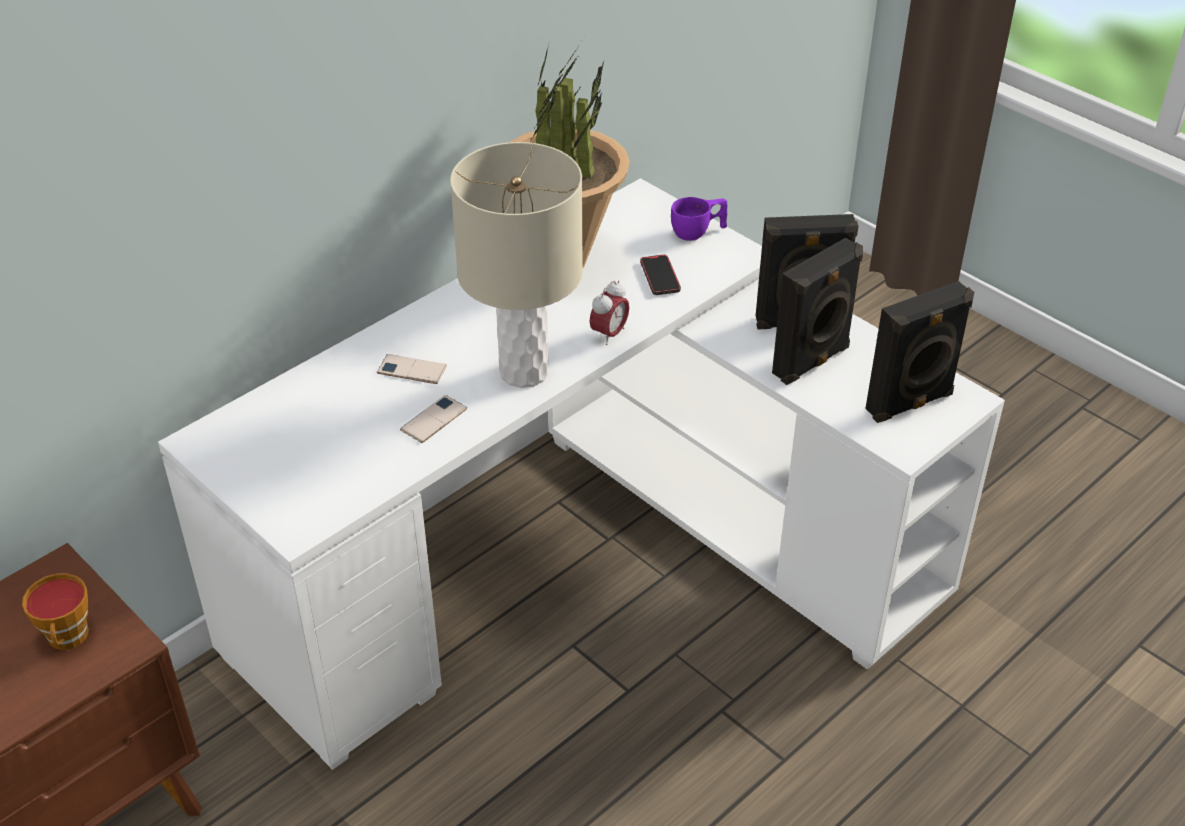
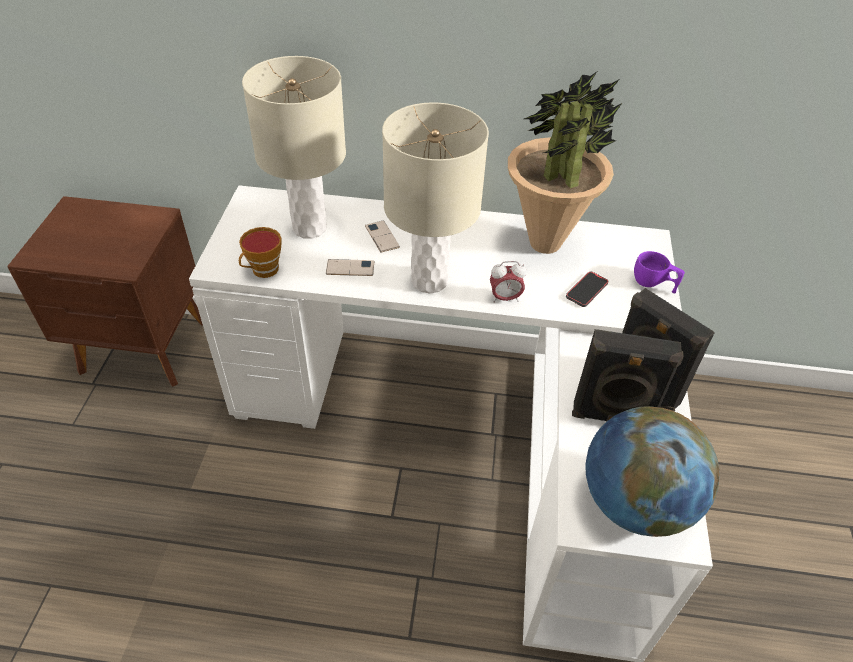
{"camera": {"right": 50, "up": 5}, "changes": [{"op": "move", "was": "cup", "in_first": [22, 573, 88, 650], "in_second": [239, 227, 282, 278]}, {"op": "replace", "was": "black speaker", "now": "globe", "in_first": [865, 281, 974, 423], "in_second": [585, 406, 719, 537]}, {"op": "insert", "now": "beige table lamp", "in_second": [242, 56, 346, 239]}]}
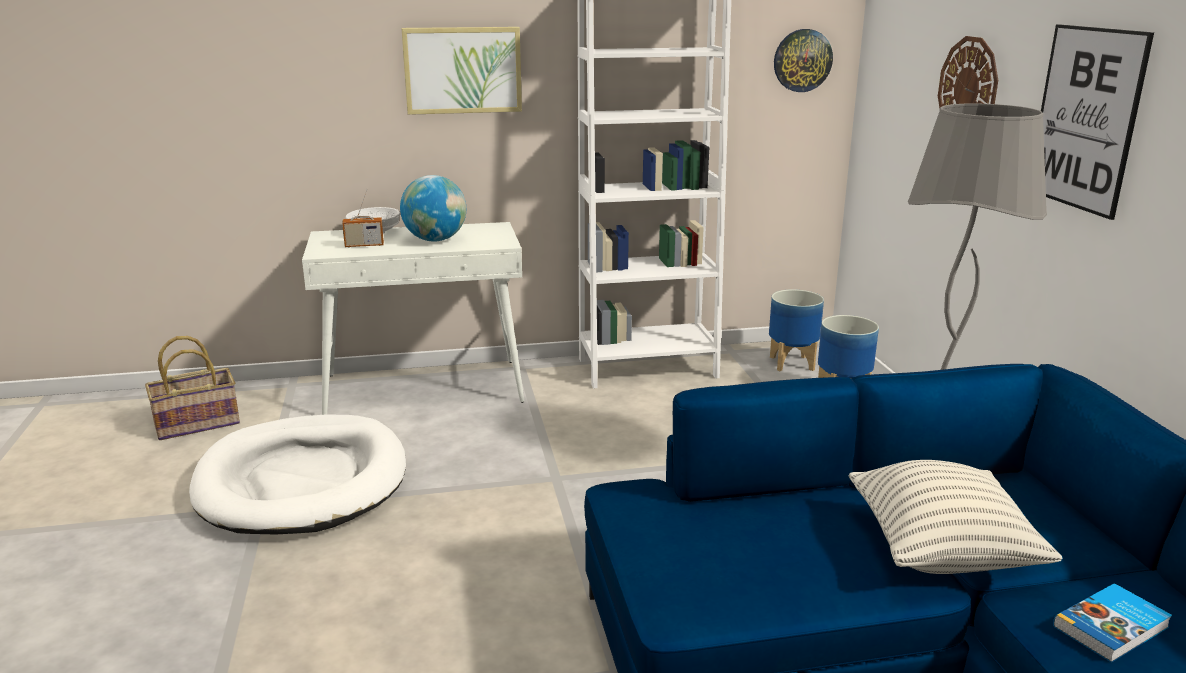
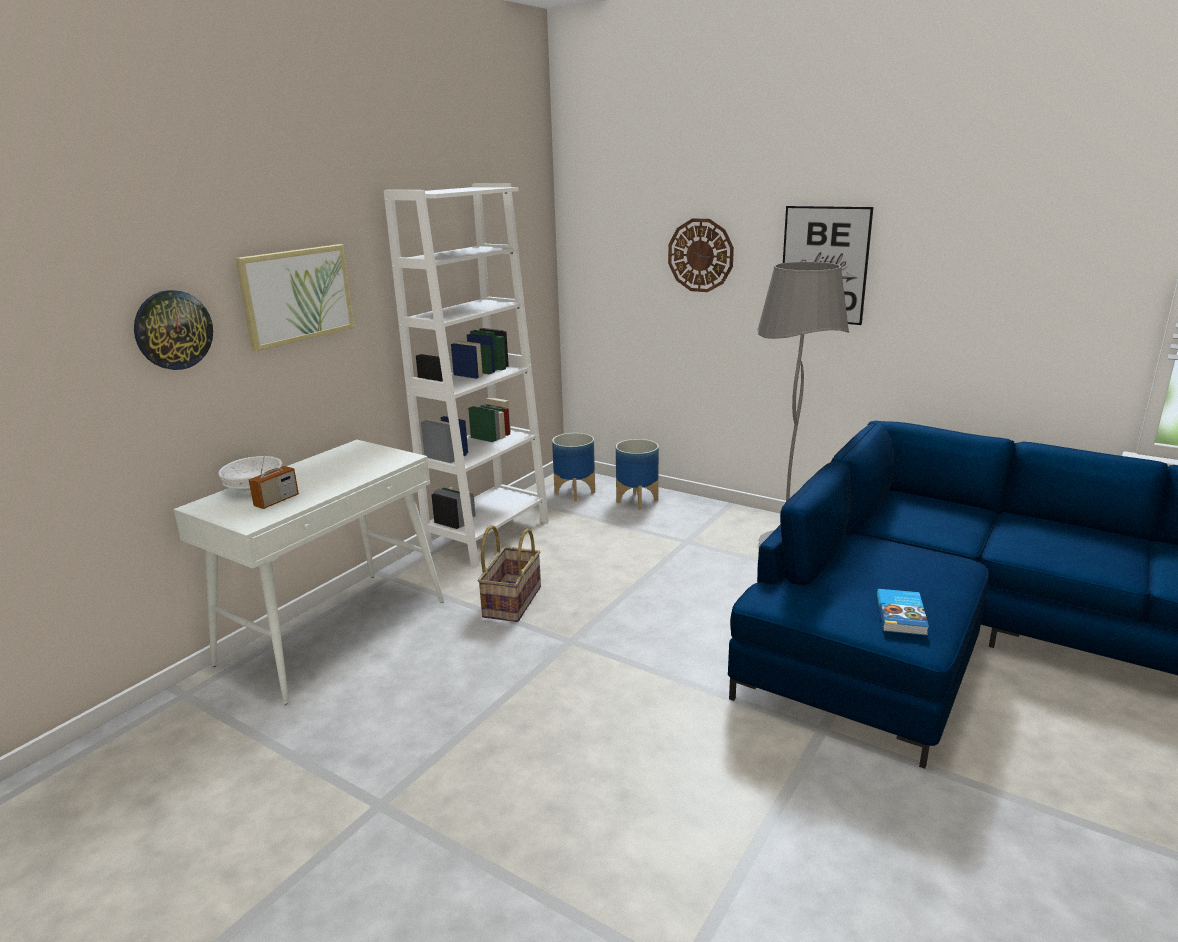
{"camera": {"right": -45, "up": 0}, "changes": [{"op": "move", "was": "basket", "in_first": [145, 336, 240, 440], "in_second": [478, 525, 541, 622]}, {"op": "delete", "was": "white dog bed", "in_first": [189, 414, 406, 535]}, {"op": "delete", "was": "globe", "in_first": [400, 175, 466, 242]}, {"op": "move", "was": "wall clock", "in_first": [774, 29, 833, 92], "in_second": [134, 290, 213, 370]}, {"op": "delete", "was": "pillow", "in_first": [848, 460, 1063, 574]}, {"op": "move", "was": "book", "in_first": [1053, 583, 1172, 663], "in_second": [877, 589, 929, 636]}]}
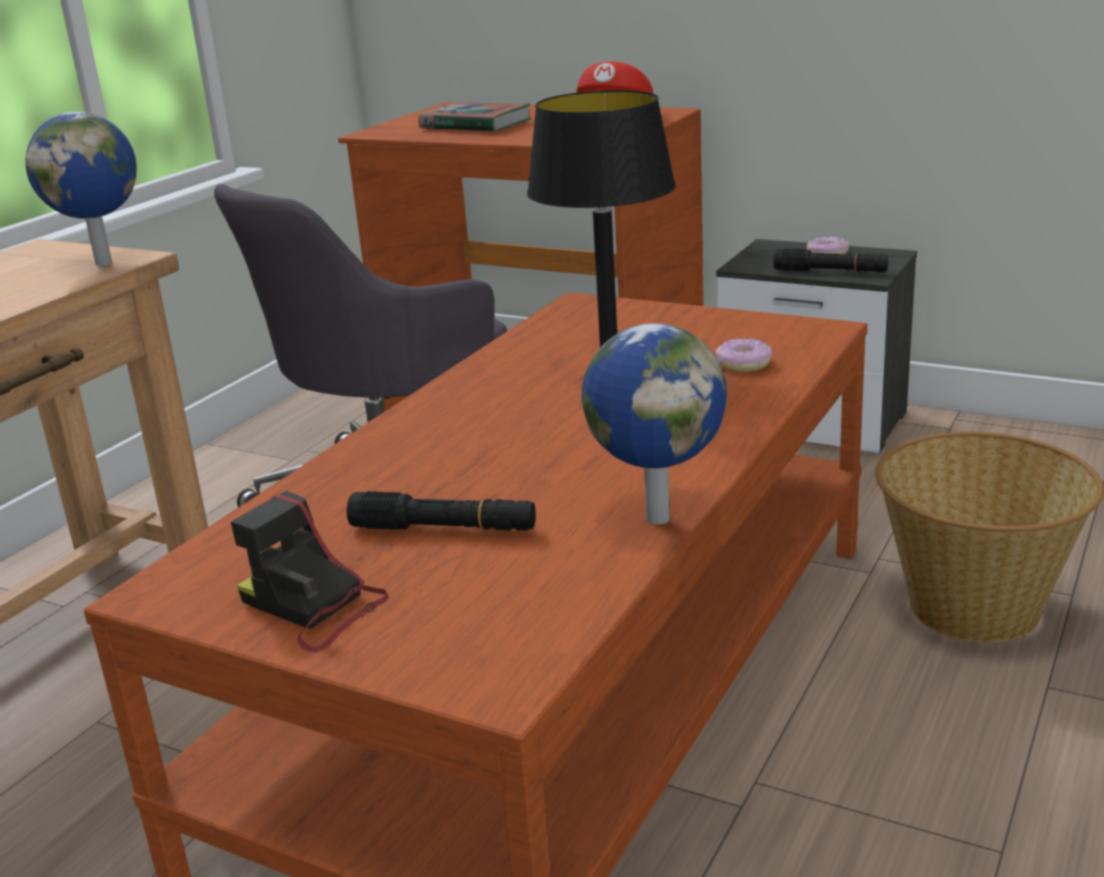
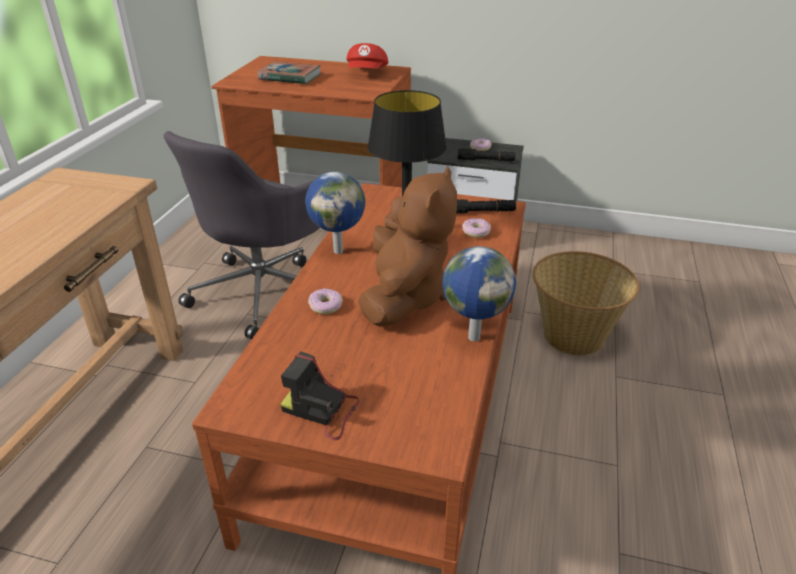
{"camera": {"right": -15, "up": 10}, "changes": [{"op": "move", "was": "globe", "in_first": [26, 112, 137, 266], "in_second": [305, 172, 365, 254]}, {"op": "move", "was": "black flashlight", "in_first": [347, 491, 536, 531], "in_second": [456, 199, 516, 214]}, {"op": "insert", "now": "donut", "in_second": [308, 288, 343, 314]}, {"op": "insert", "now": "brown plush toy", "in_second": [358, 166, 457, 327]}]}
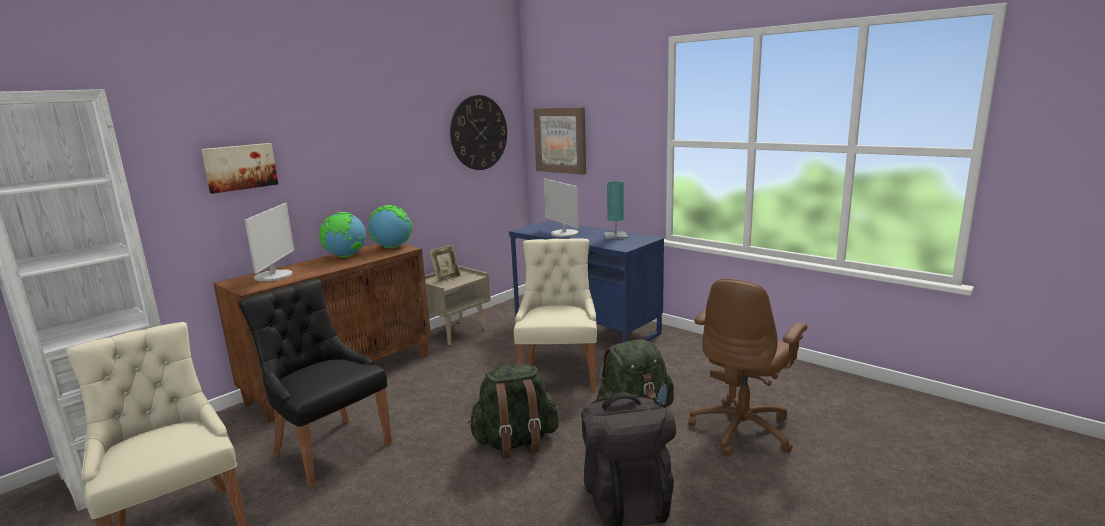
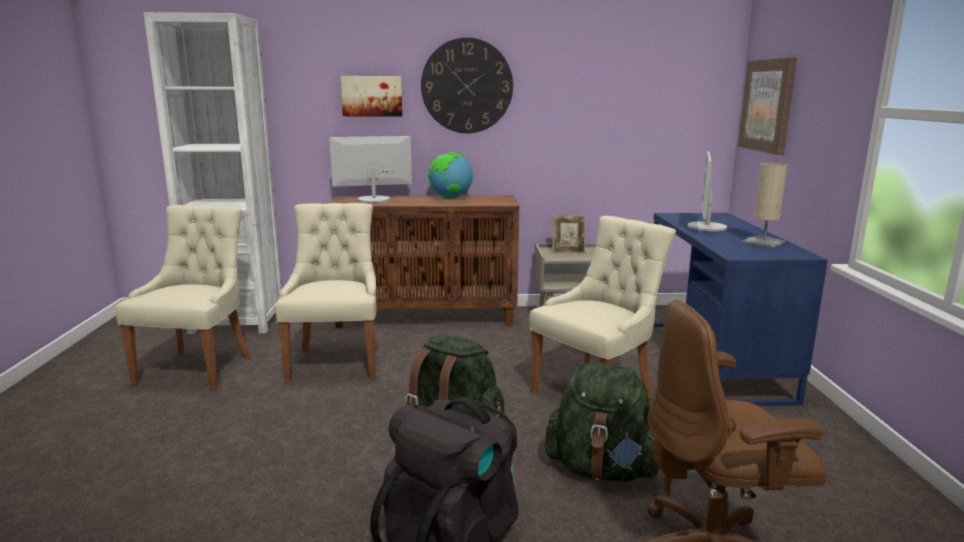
{"camera": {"right": 45, "up": 0}, "changes": [{"op": "recolor", "was": "black chair", "now": "beige chair", "in_first": [238, 279, 392, 487], "in_second": [275, 203, 379, 382]}, {"op": "rotate", "was": "monitor", "in_first": [245, 203, 294, 282], "in_second": [329, 136, 412, 203], "clockwise": -150}, {"op": "delete", "was": "globe", "in_first": [368, 205, 412, 248]}, {"op": "move", "was": "wall clock", "in_first": [450, 95, 507, 170], "in_second": [421, 37, 513, 133]}, {"op": "recolor", "was": "turquoise table lamp", "now": "beige table lamp", "in_first": [604, 181, 628, 239], "in_second": [742, 163, 787, 248]}]}
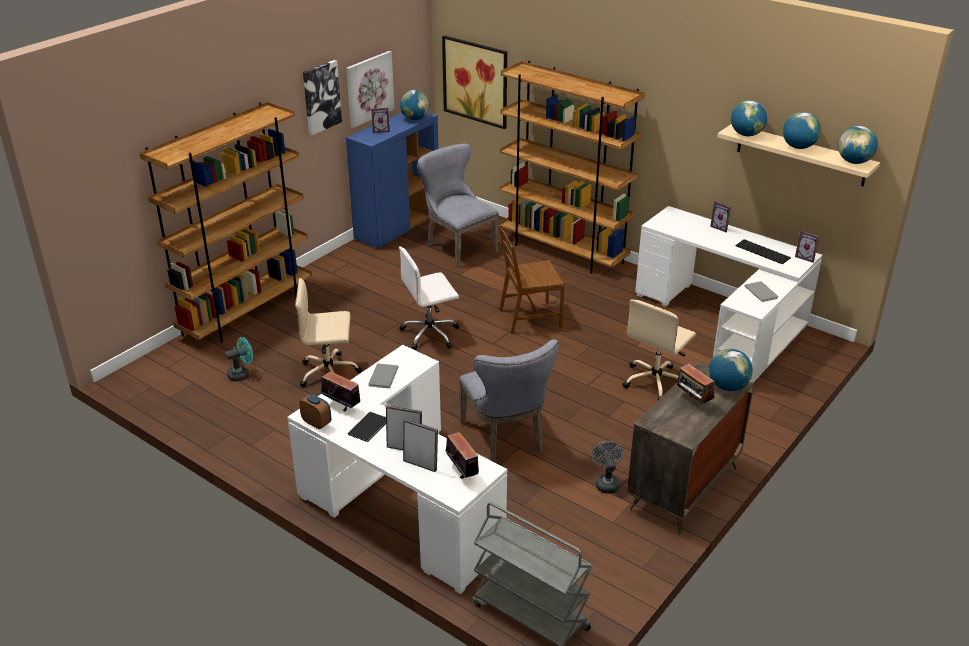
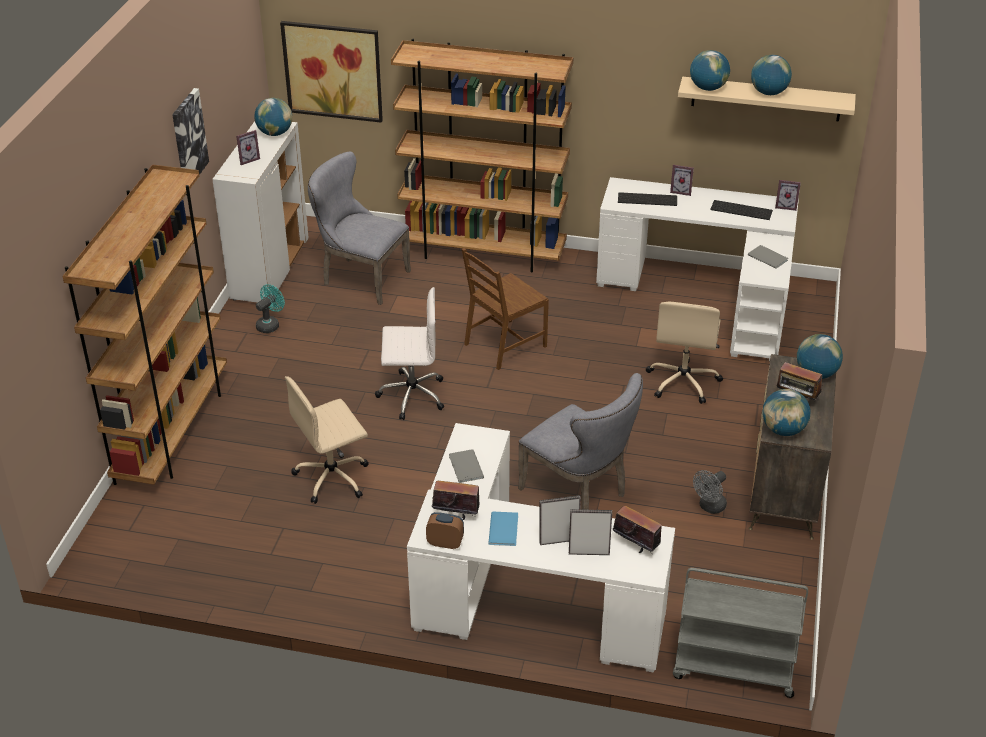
{"camera": {"right": -25, "up": 5}, "changes": [{"op": "move", "was": "turquoise fan", "in_first": [225, 337, 253, 381], "in_second": [256, 284, 285, 333]}, {"op": "delete", "was": "picture", "in_first": [346, 51, 395, 128]}, {"op": "recolor", "was": "blue cabinet", "now": "white cabinet", "in_first": [346, 112, 439, 249], "in_second": [212, 121, 309, 303]}, {"op": "recolor", "was": "black book", "now": "blue book", "in_first": [348, 412, 386, 442], "in_second": [488, 512, 518, 546]}, {"op": "rotate", "was": "white office chair", "in_first": [399, 246, 459, 350], "in_second": [375, 287, 444, 420], "clockwise": -135}, {"op": "rotate", "was": "grey fan", "in_first": [592, 441, 623, 494], "in_second": [693, 470, 727, 514], "clockwise": -105}, {"op": "move", "was": "globe", "in_first": [838, 126, 878, 164], "in_second": [762, 389, 811, 436]}, {"op": "insert", "now": "keyboard", "in_second": [618, 192, 677, 206]}]}
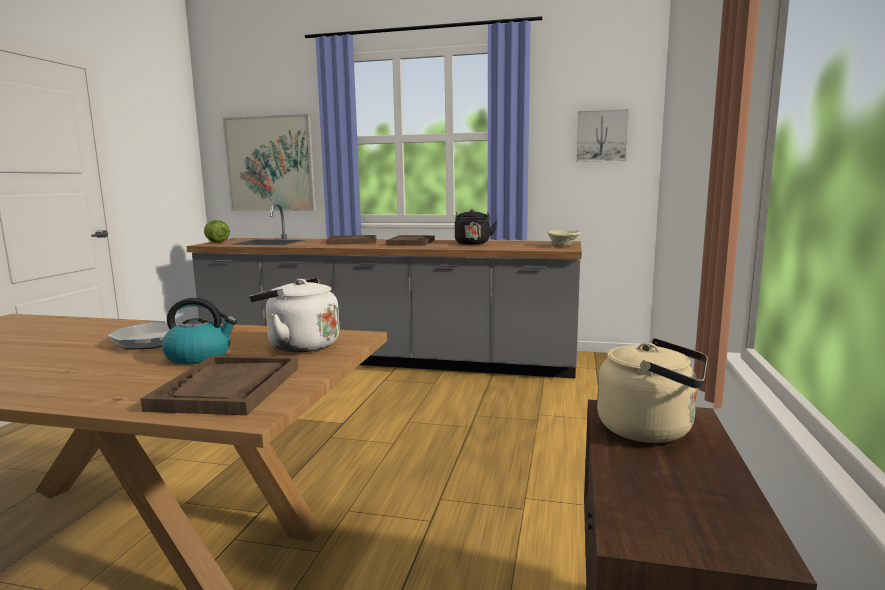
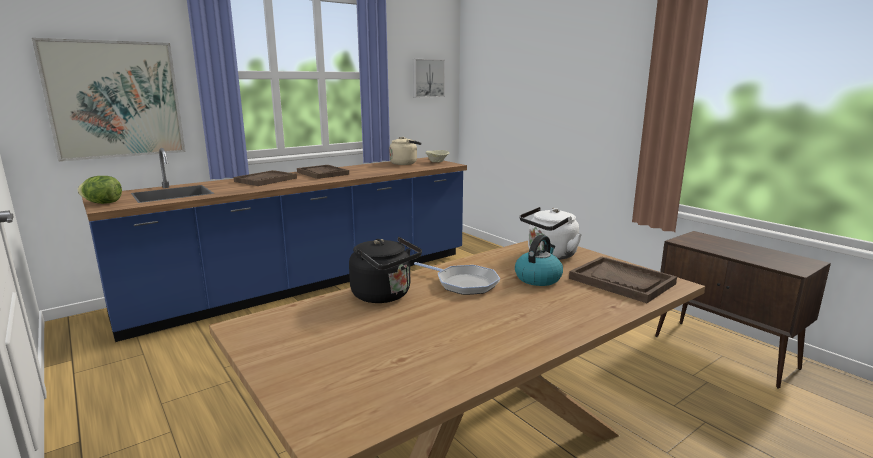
{"camera": {"right": -50, "up": 5}, "changes": [{"op": "recolor", "was": "grey counter", "now": "blue counter", "in_first": [187, 204, 582, 379], "in_second": [82, 148, 467, 342]}, {"op": "move", "was": "black kettle", "in_first": [455, 209, 498, 245], "in_second": [349, 237, 422, 303]}, {"op": "move", "was": "beige kettle", "in_first": [597, 338, 708, 443], "in_second": [389, 137, 421, 165]}]}
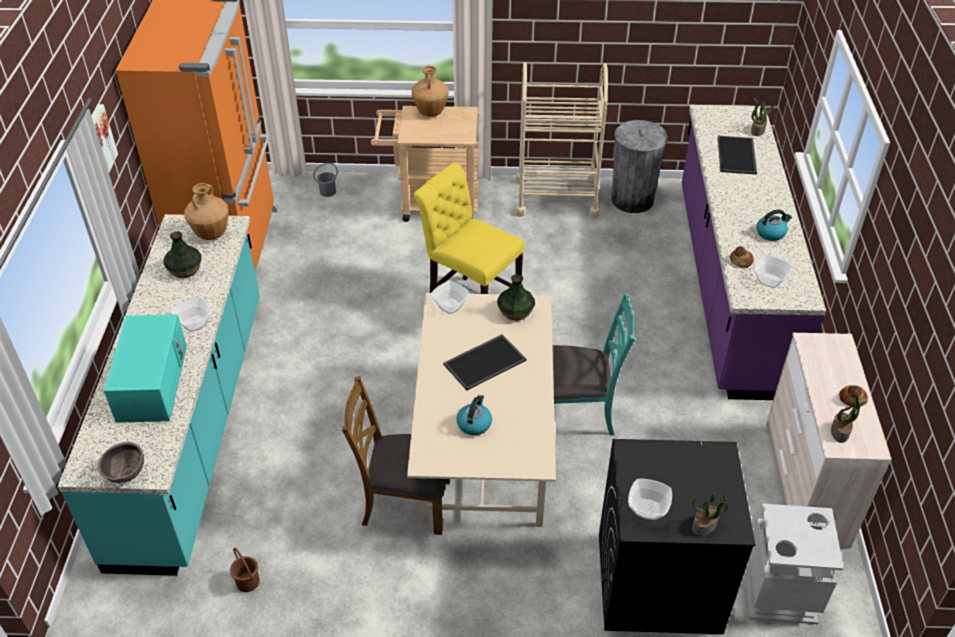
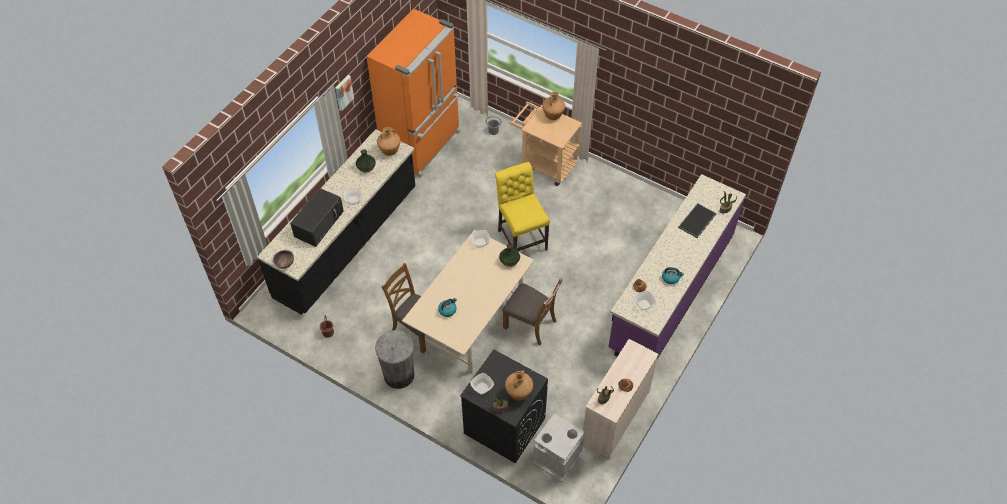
{"camera": {"right": 30, "up": 10}, "changes": [{"op": "recolor", "was": "turquoise counter", "now": "black counter", "in_first": [58, 214, 260, 576], "in_second": [257, 129, 415, 315]}, {"op": "recolor", "was": "turquoise microwave", "now": "black microwave", "in_first": [104, 314, 187, 423], "in_second": [290, 188, 344, 247]}, {"op": "delete", "was": "tray", "in_first": [443, 334, 526, 391]}, {"op": "delete", "was": "beige cart", "in_first": [515, 62, 608, 218]}, {"op": "recolor", "was": "turquoise chair", "now": "brown chair", "in_first": [552, 293, 635, 435], "in_second": [502, 278, 563, 345]}, {"op": "move", "was": "grey trash can", "in_first": [611, 120, 668, 213], "in_second": [375, 330, 415, 389]}, {"op": "insert", "now": "brown vase", "in_second": [505, 371, 533, 401]}]}
